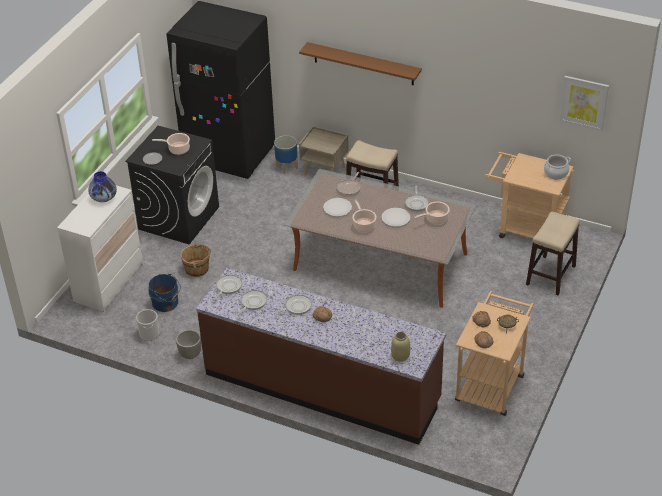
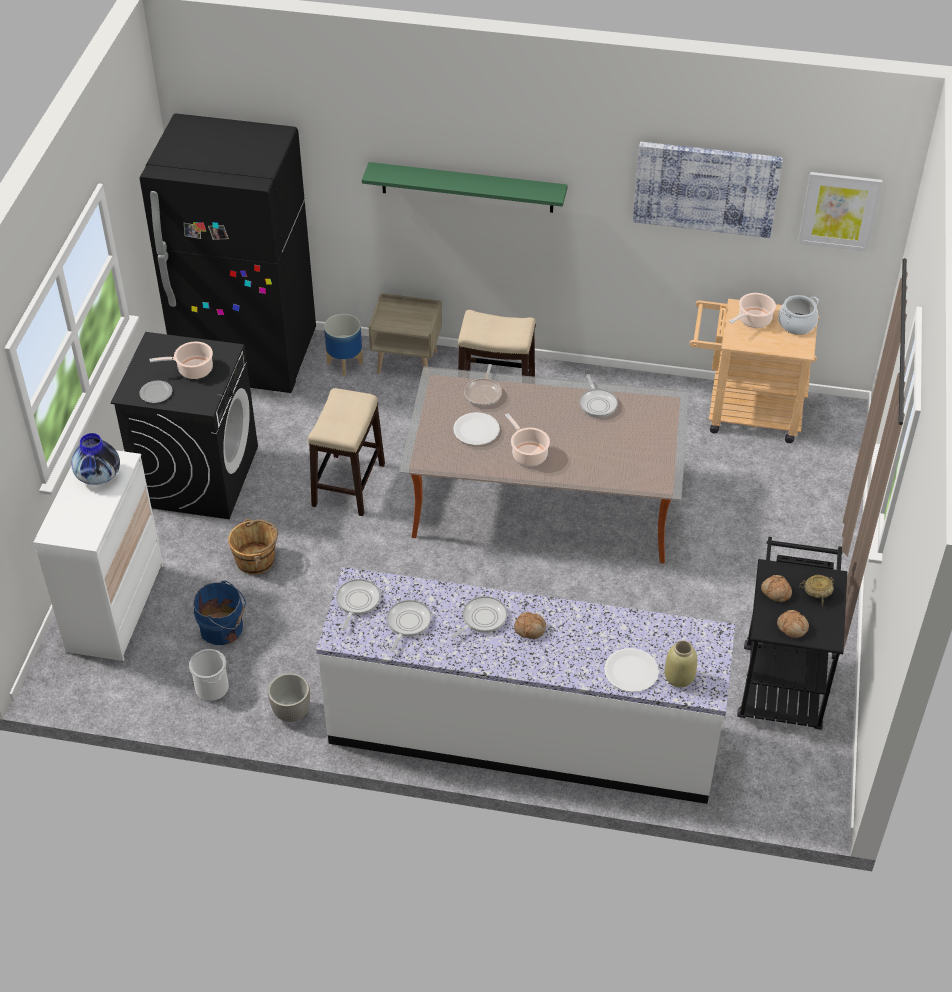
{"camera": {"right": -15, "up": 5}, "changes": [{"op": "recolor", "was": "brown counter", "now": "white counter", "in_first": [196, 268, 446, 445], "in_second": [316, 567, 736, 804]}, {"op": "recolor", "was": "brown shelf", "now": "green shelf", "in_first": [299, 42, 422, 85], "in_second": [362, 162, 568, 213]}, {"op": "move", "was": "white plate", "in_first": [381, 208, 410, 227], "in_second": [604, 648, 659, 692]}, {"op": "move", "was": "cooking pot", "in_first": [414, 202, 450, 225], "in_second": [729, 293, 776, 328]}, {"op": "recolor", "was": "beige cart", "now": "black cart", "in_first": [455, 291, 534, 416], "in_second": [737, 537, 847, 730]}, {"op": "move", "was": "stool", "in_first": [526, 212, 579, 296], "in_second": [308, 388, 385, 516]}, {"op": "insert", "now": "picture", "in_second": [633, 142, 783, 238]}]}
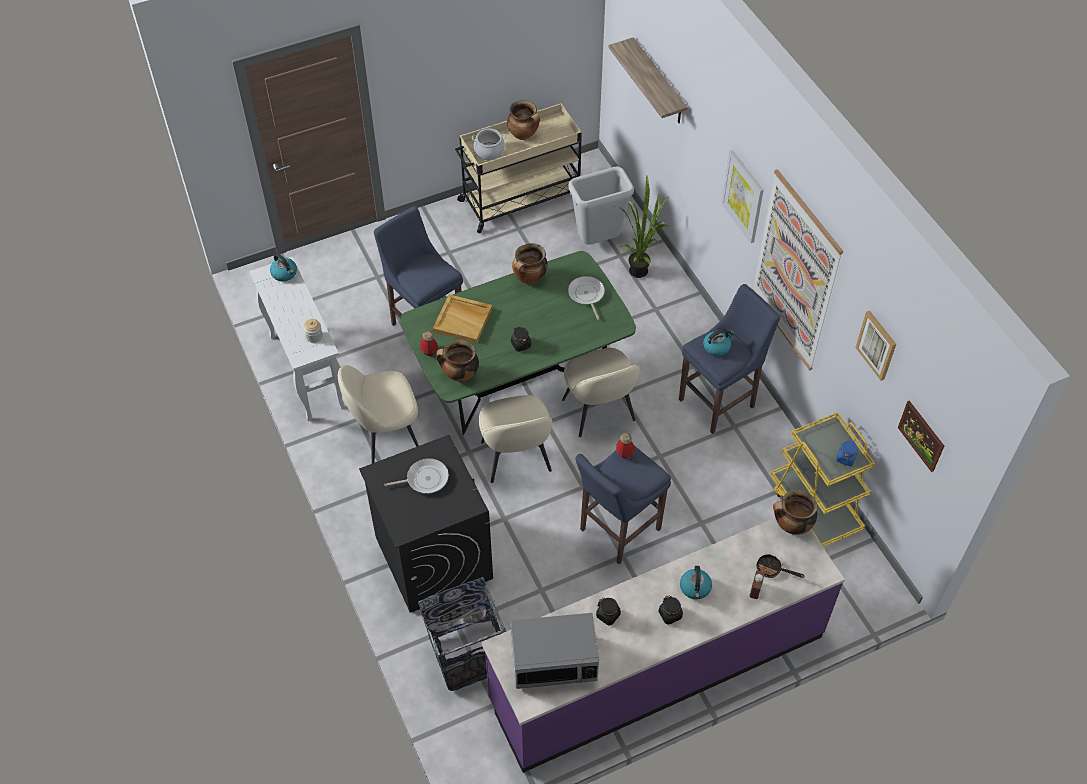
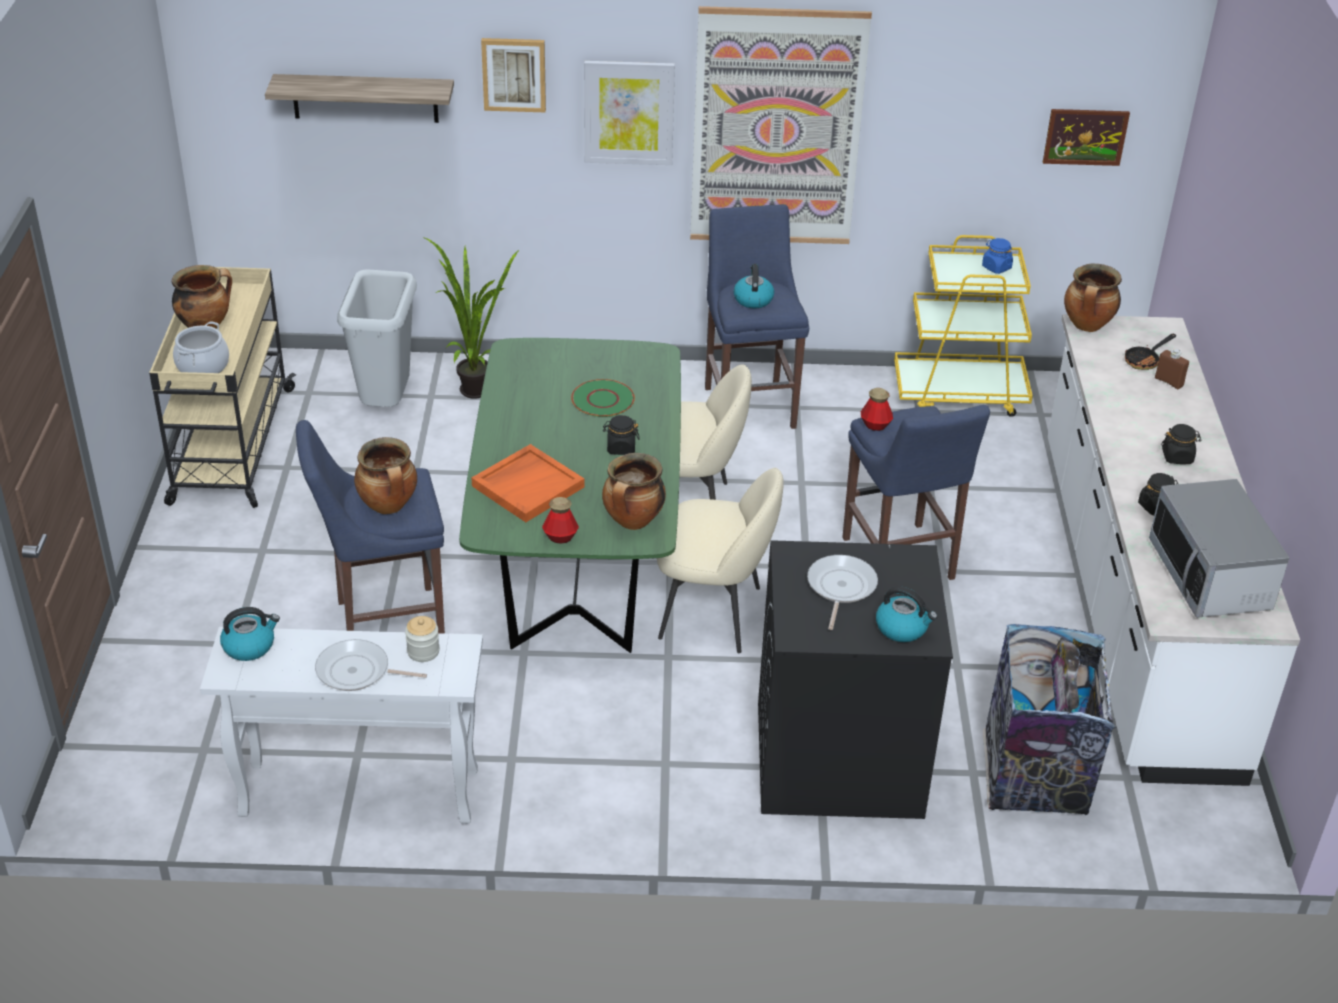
{"camera": {"right": -65, "up": -15}, "changes": [{"op": "delete", "was": "beige chair", "in_first": [338, 365, 419, 464]}, {"op": "recolor", "was": "beige tray", "now": "orange tray", "in_first": [433, 294, 492, 343], "in_second": [472, 444, 585, 522]}, {"op": "recolor", "was": "purple counter", "now": "white counter", "in_first": [481, 518, 845, 773], "in_second": [1048, 314, 1300, 786]}, {"op": "rotate", "was": "microwave", "in_first": [510, 613, 599, 689], "in_second": [1149, 479, 1289, 618], "clockwise": 150}, {"op": "move", "was": "cooking pot", "in_first": [512, 243, 548, 285], "in_second": [354, 437, 417, 514]}, {"op": "move", "was": "frying pan", "in_first": [568, 276, 605, 320], "in_second": [315, 639, 427, 691]}, {"op": "move", "was": "kettle", "in_first": [680, 566, 712, 599], "in_second": [876, 586, 937, 642]}, {"op": "move", "was": "picture", "in_first": [855, 311, 896, 381], "in_second": [481, 38, 546, 112]}, {"op": "insert", "now": "green plate", "in_second": [571, 379, 635, 417]}]}
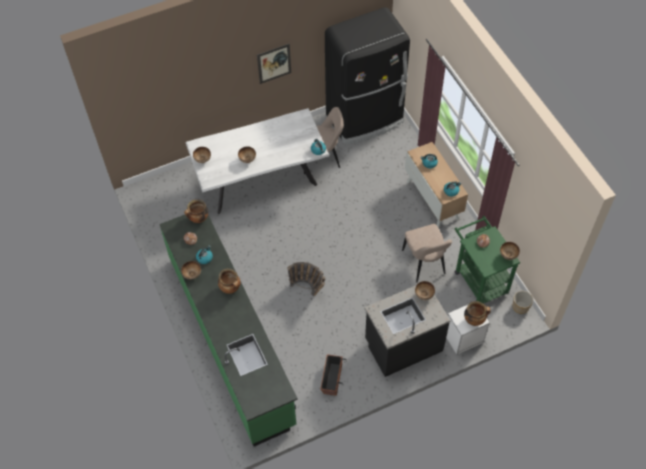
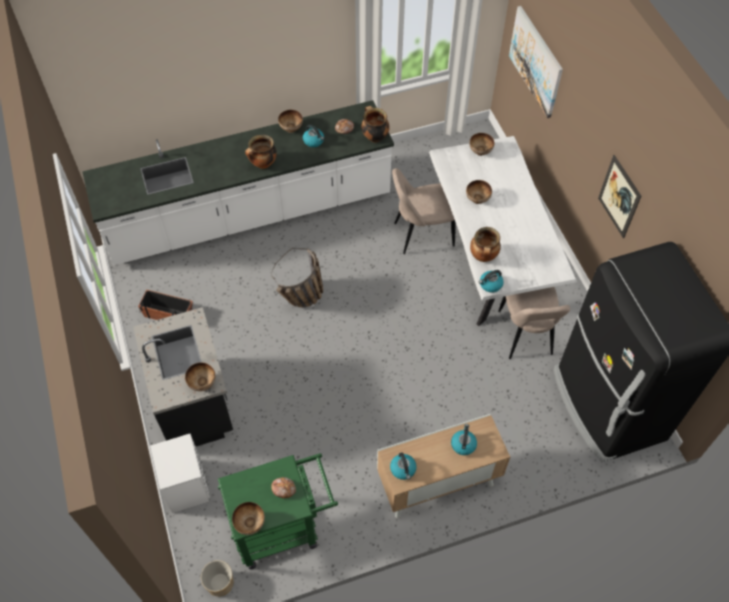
{"camera": {"right": 95, "up": 0}, "changes": [{"op": "recolor", "was": "green counter", "now": "white counter", "in_first": [159, 215, 298, 447], "in_second": [82, 100, 394, 266]}, {"op": "move", "was": "beige chair", "in_first": [402, 224, 452, 283], "in_second": [392, 168, 456, 254]}, {"op": "move", "was": "cooking pot", "in_first": [464, 301, 491, 326], "in_second": [470, 227, 501, 262]}, {"op": "insert", "now": "picture", "in_second": [509, 6, 563, 118]}]}
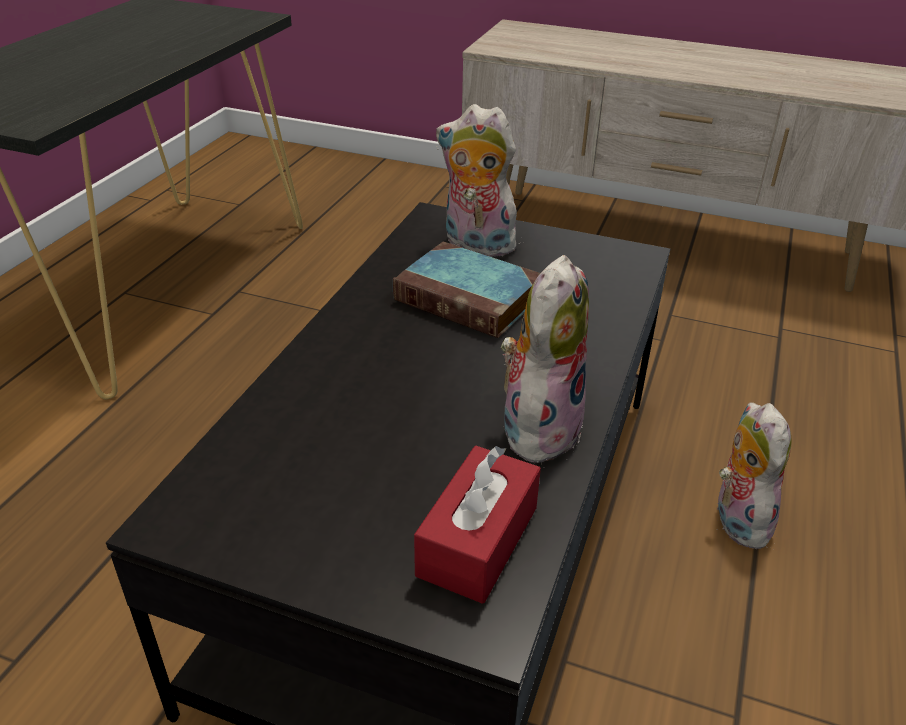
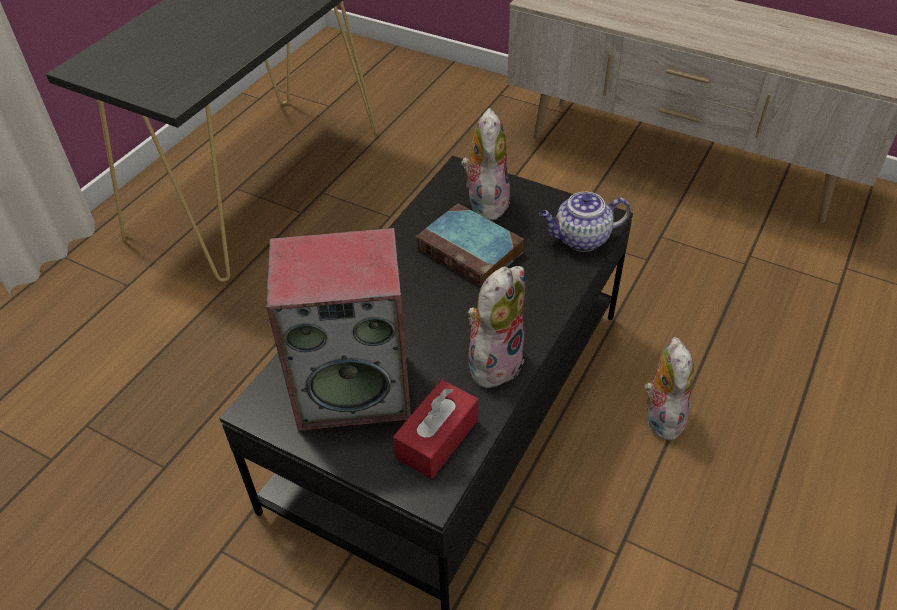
{"camera": {"right": 10, "up": 10}, "changes": [{"op": "rotate", "was": "plush toy", "in_first": [436, 104, 520, 257], "in_second": [461, 108, 510, 220], "clockwise": 60}, {"op": "insert", "now": "speaker", "in_second": [266, 228, 411, 431]}, {"op": "insert", "now": "teapot", "in_second": [539, 192, 631, 252]}]}
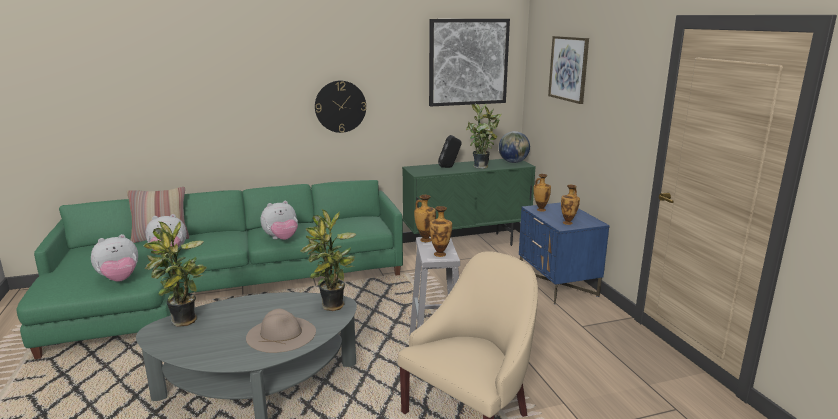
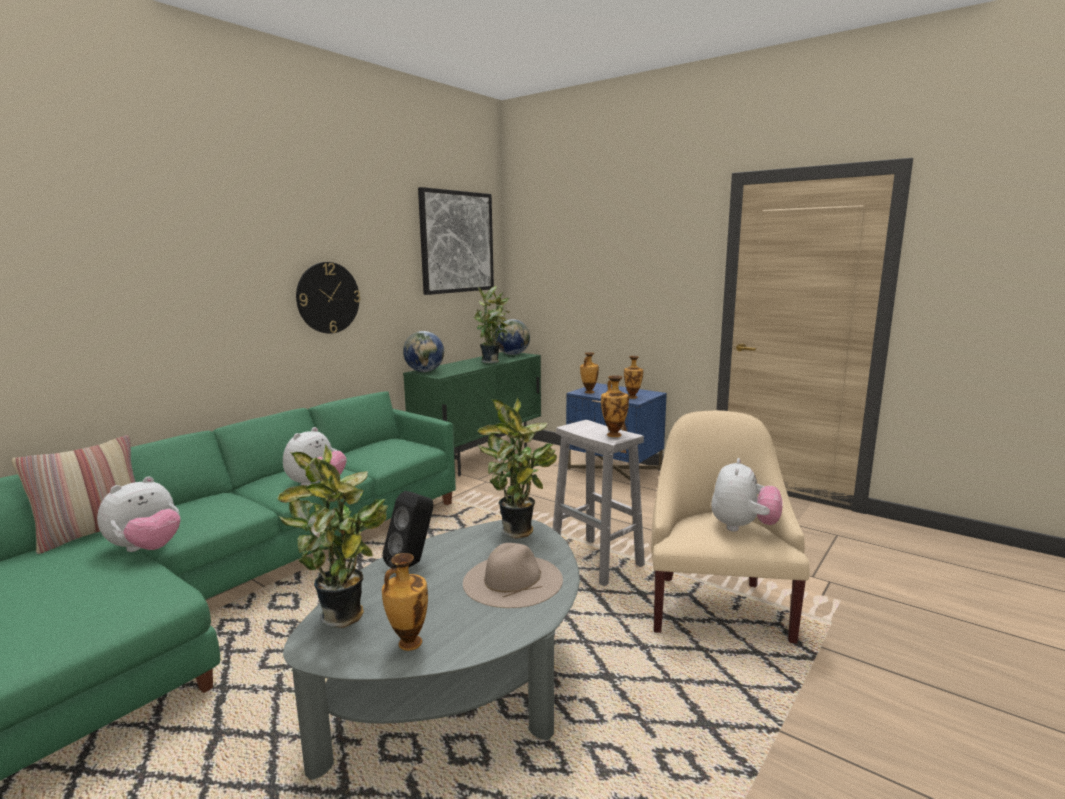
{"camera": {"right": -35, "up": -5}, "changes": [{"op": "move", "was": "plush toy", "in_first": [91, 234, 138, 282], "in_second": [711, 458, 783, 532]}, {"op": "move", "was": "vase", "in_first": [414, 195, 436, 242], "in_second": [382, 553, 428, 651]}, {"op": "move", "was": "black speaker", "in_first": [438, 135, 461, 168], "in_second": [382, 491, 434, 568]}, {"op": "delete", "was": "picture", "in_first": [548, 36, 589, 104]}, {"op": "insert", "now": "globe", "in_second": [403, 331, 444, 372]}]}
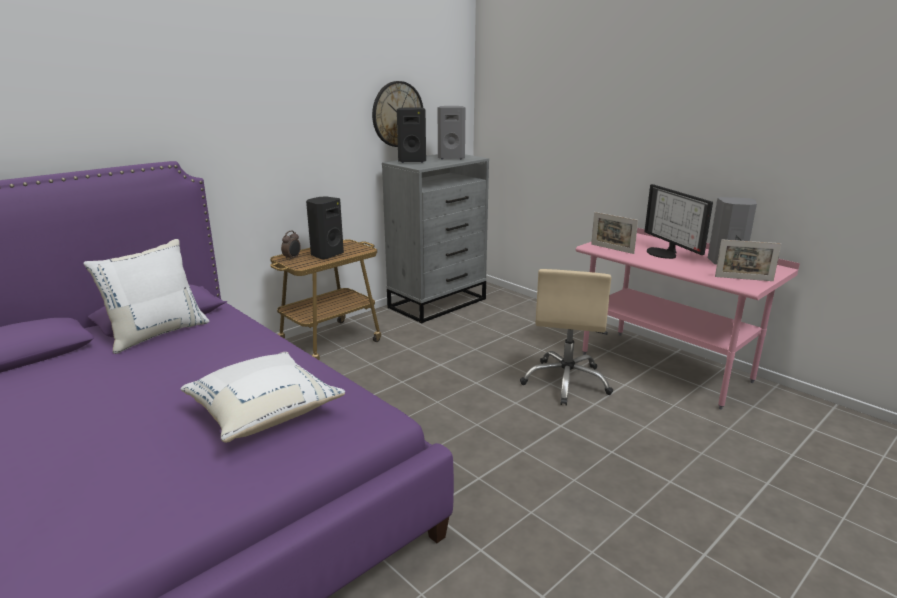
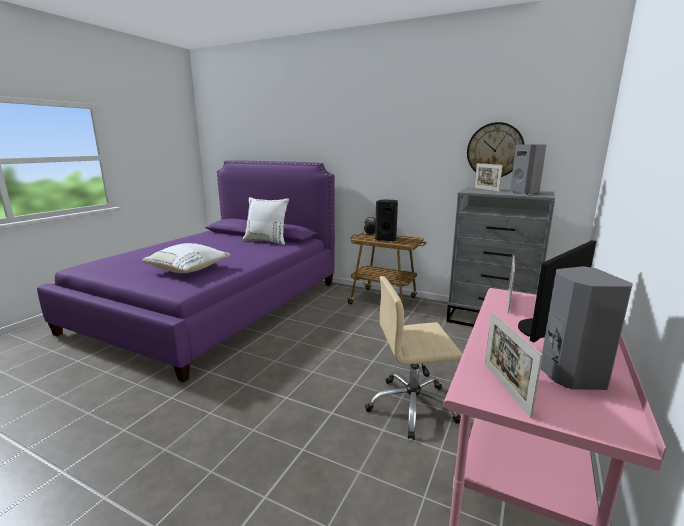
{"camera": {"right": 70, "up": -5}, "changes": [{"op": "replace", "was": "black speaker", "now": "picture frame", "in_first": [397, 107, 426, 163], "in_second": [475, 163, 503, 192]}]}
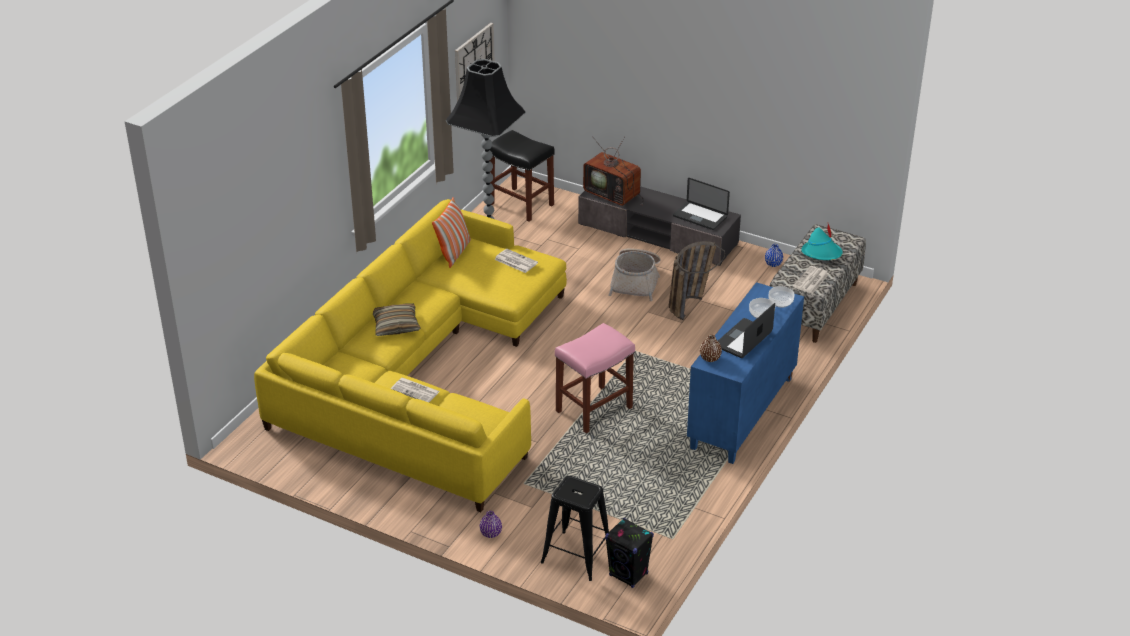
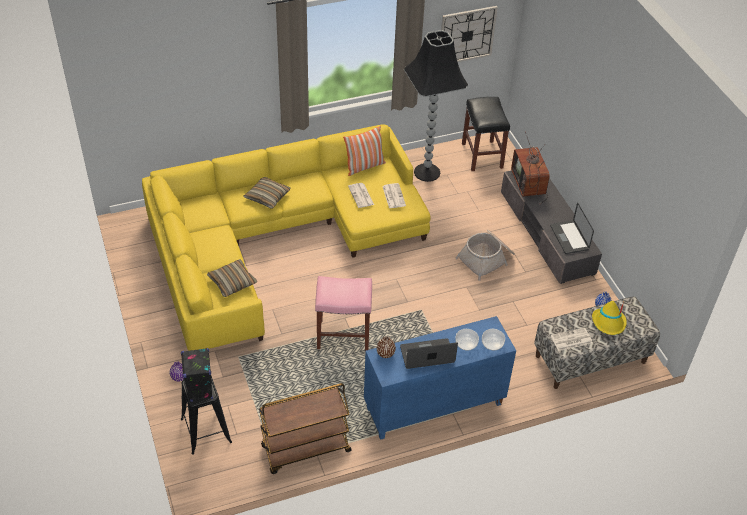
{"camera": {"right": 40, "up": 10}, "changes": [{"op": "move", "was": "newspaper", "in_first": [391, 378, 440, 403], "in_second": [348, 183, 374, 208]}, {"op": "move", "was": "black speaker", "in_first": [605, 518, 654, 588], "in_second": [181, 348, 213, 402]}, {"op": "delete", "was": "basket", "in_first": [669, 241, 725, 320]}, {"op": "recolor", "was": "turquoise hat", "now": "yellow hat", "in_first": [801, 224, 843, 260], "in_second": [592, 301, 627, 335]}, {"op": "insert", "now": "pillow", "in_second": [207, 259, 257, 297]}, {"op": "insert", "now": "brown cart", "in_second": [259, 383, 352, 474]}]}
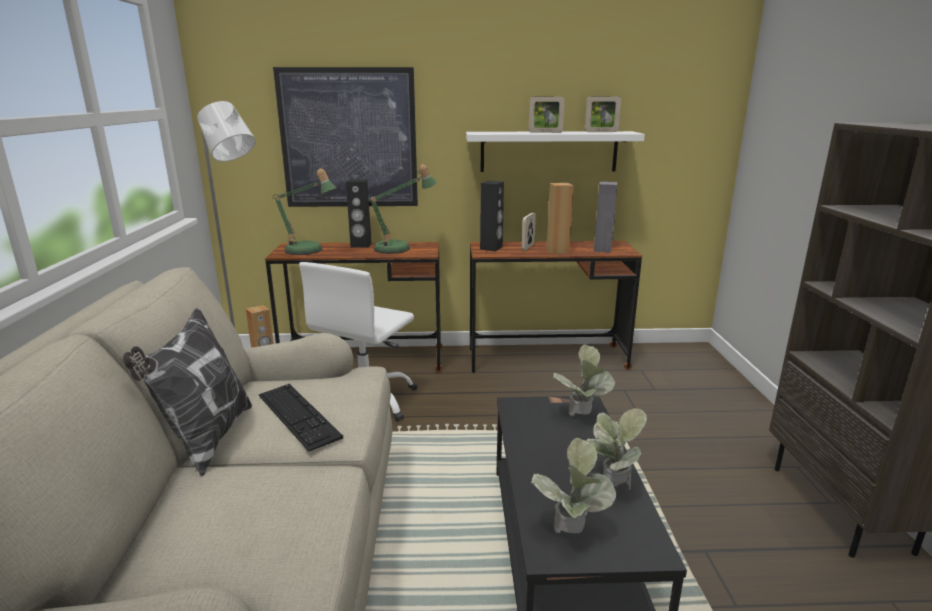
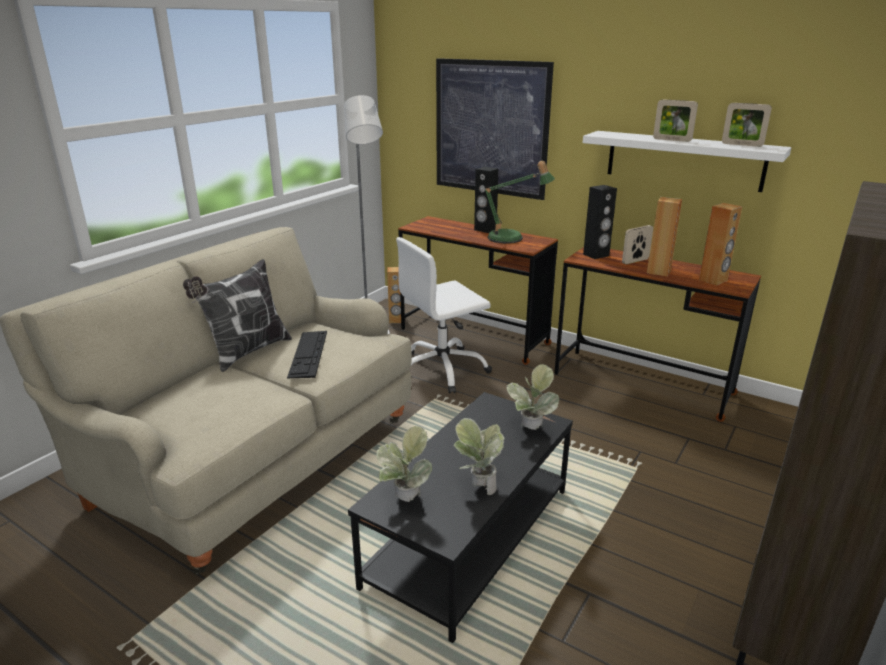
{"camera": {"right": 35, "up": 5}, "changes": [{"op": "delete", "was": "table lamp", "in_first": [274, 168, 337, 255]}, {"op": "recolor", "was": "grey speaker", "now": "brown speaker", "in_first": [594, 182, 618, 253], "in_second": [699, 203, 743, 285]}]}
